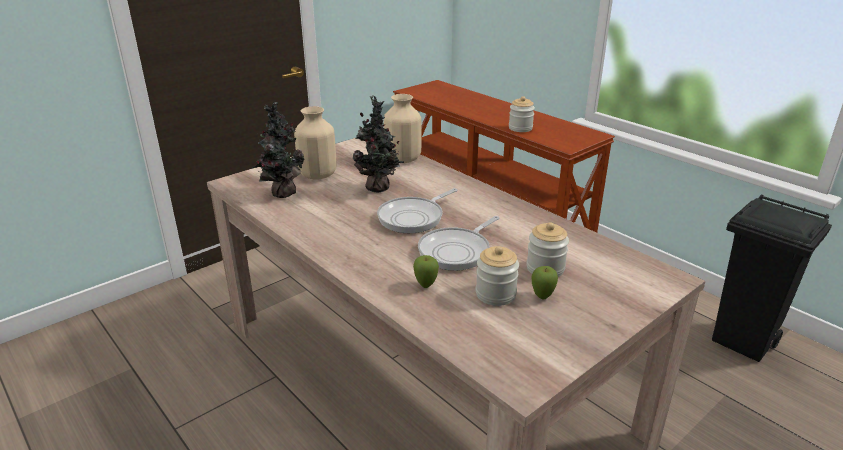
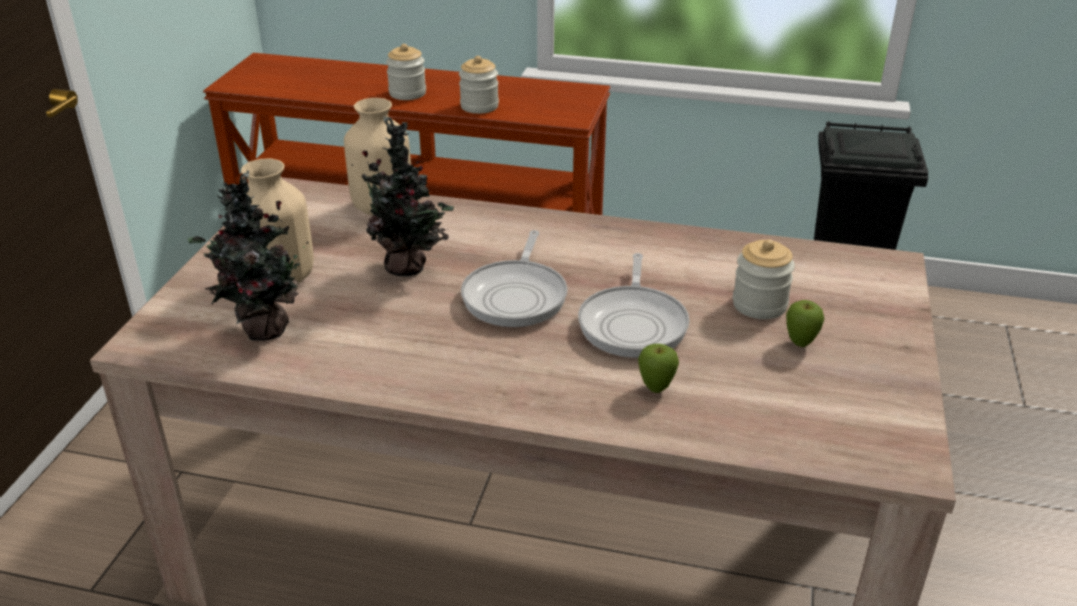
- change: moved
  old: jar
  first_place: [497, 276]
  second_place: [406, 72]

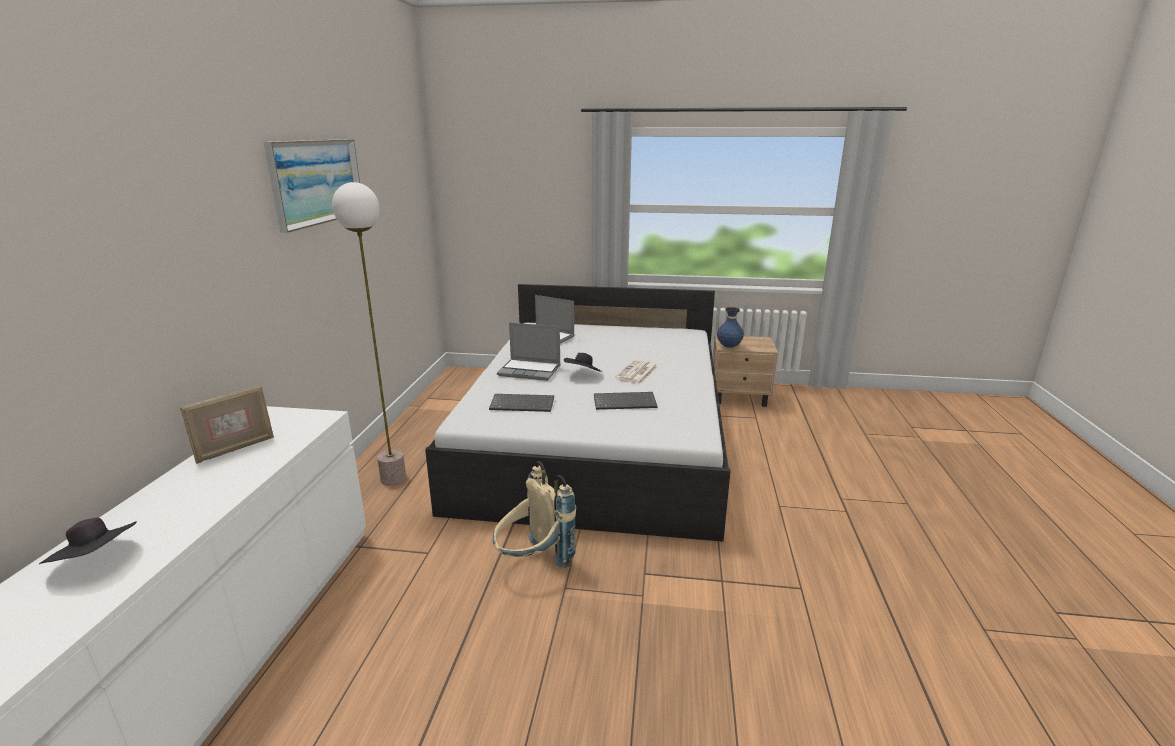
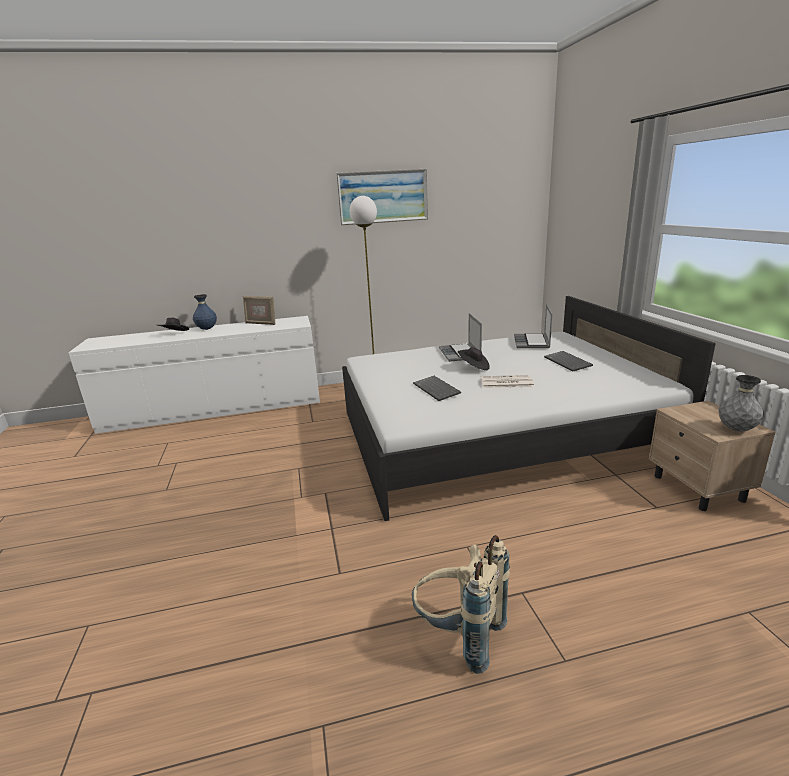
- change: moved
  old: blue-coloured flower vase
  first_place: [730, 327]
  second_place: [205, 312]
- change: moved
  old: beige knapsack
  first_place: [534, 514]
  second_place: [461, 604]
- change: moved
  old: keyboard
  first_place: [521, 403]
  second_place: [568, 361]
- change: added
  new: grey flower vase
  second_place: [741, 403]

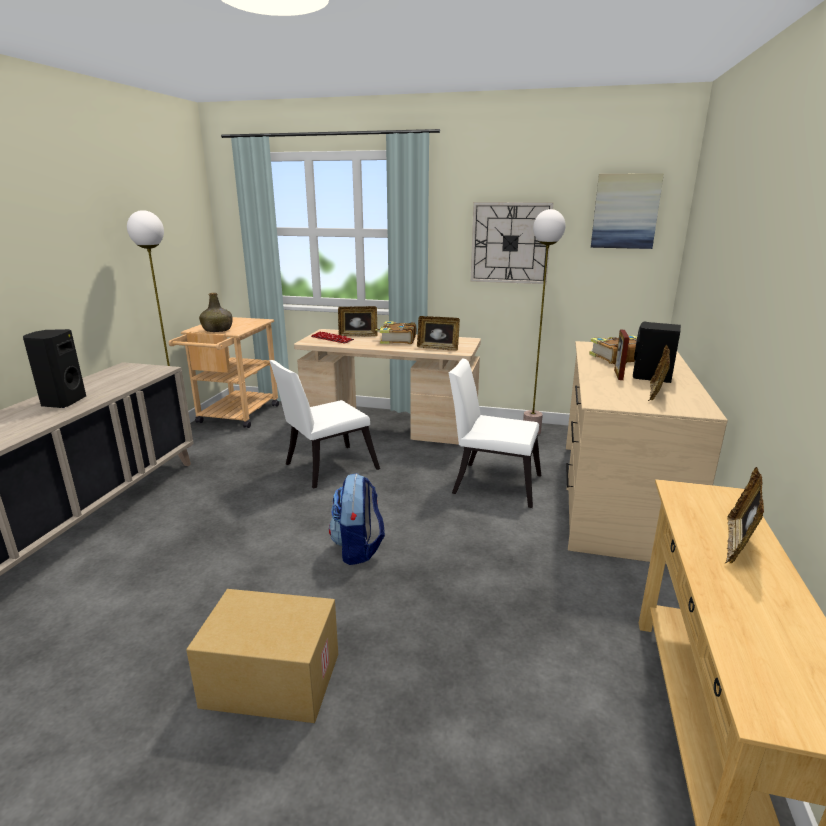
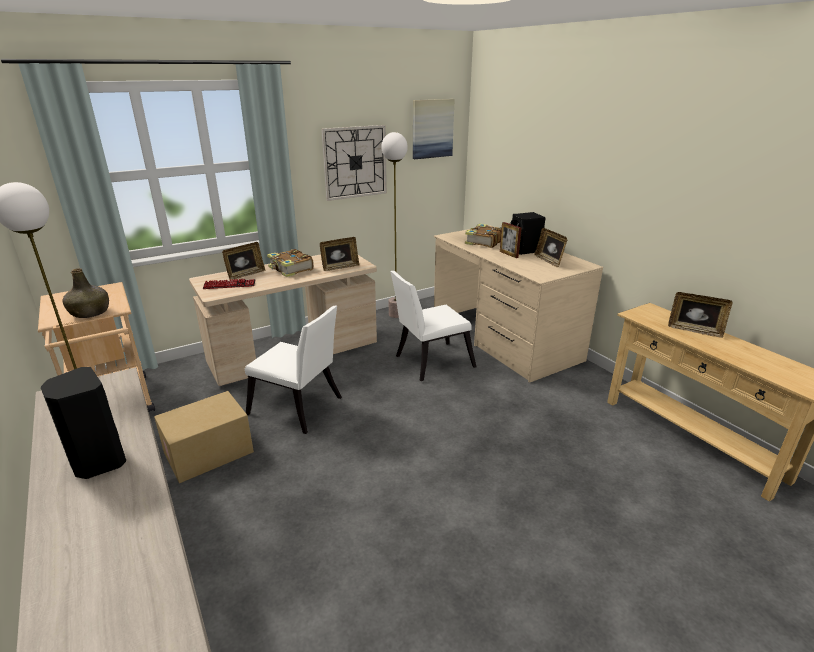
- change: moved
  old: carton
  first_place: [262, 656]
  second_place: [204, 437]
- change: turned
  old: white plain chair
  first_place: [324, 424]
  second_place: [293, 370]
  degrees: -75
- change: turned
  old: standing frame
  first_place: [745, 515]
  second_place: [700, 315]
  degrees: -45
- change: removed
  old: knapsack
  first_place: [357, 519]

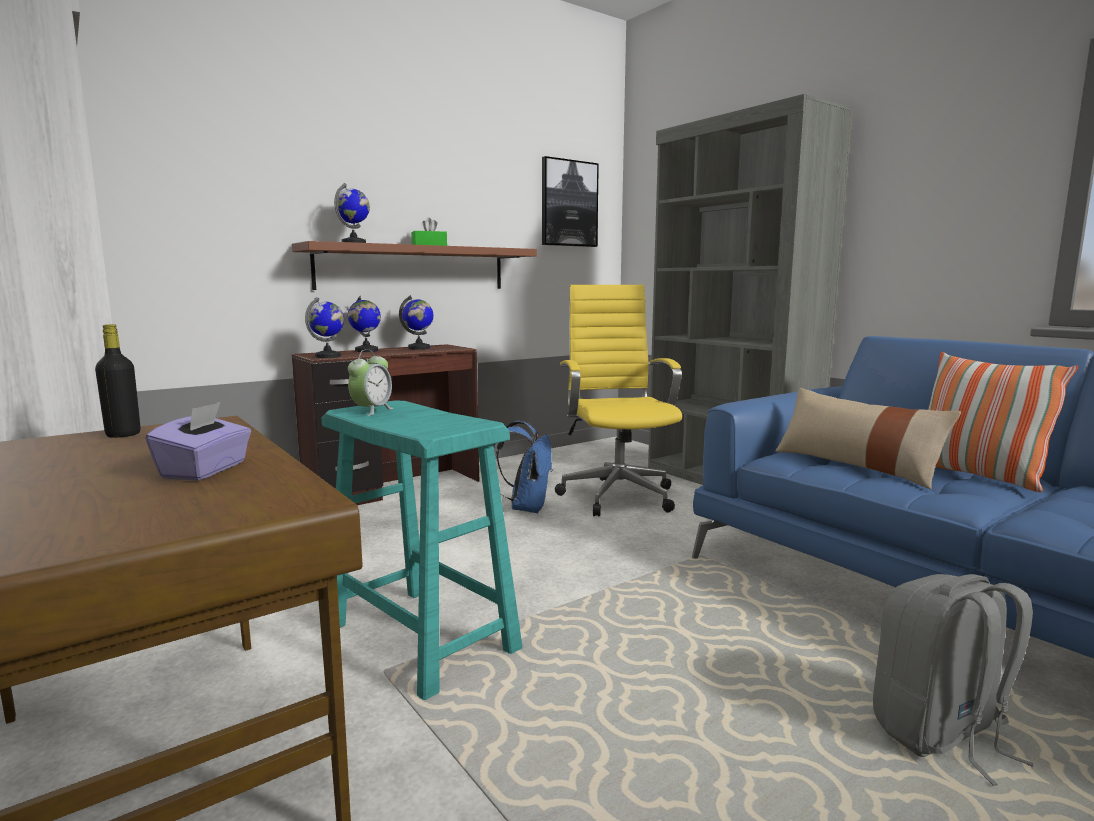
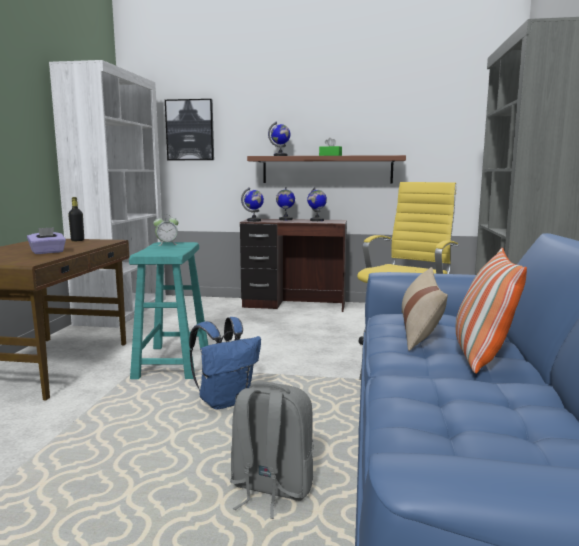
- change: moved
  old: wall art
  first_place: [570, 201]
  second_place: [189, 129]
- change: moved
  old: blue-coloured knapsack
  first_place: [523, 467]
  second_place: [225, 363]

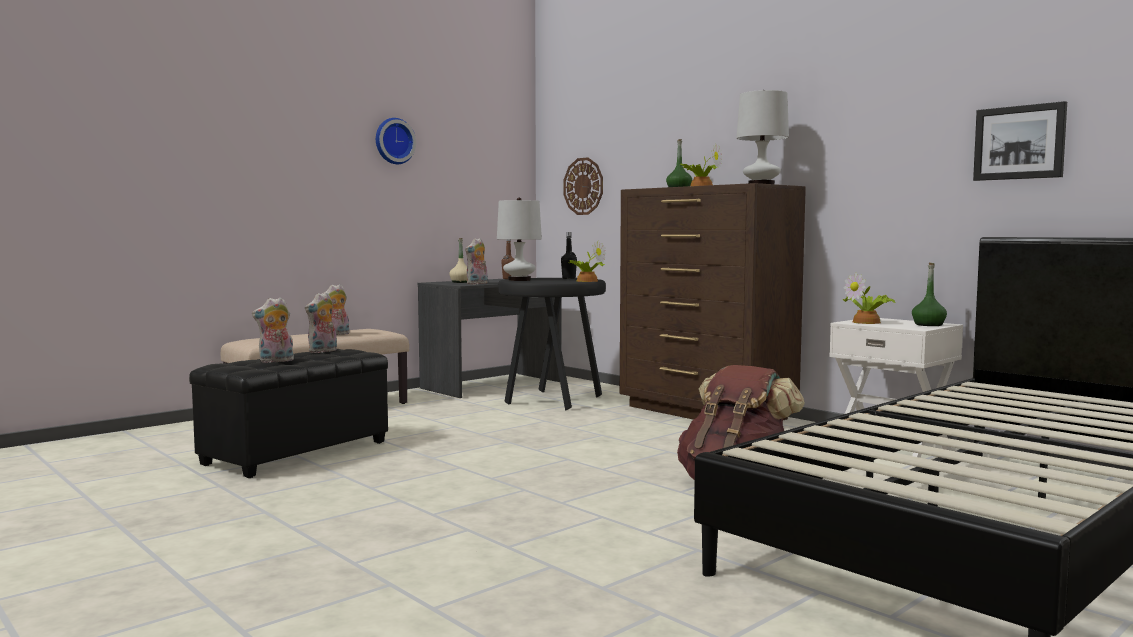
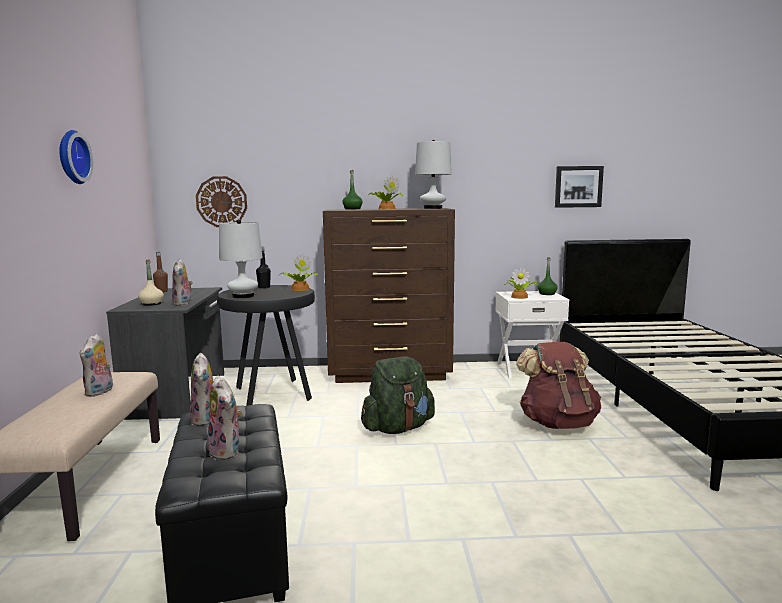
- change: turned
  old: plush toy
  first_place: [273, 330]
  second_place: [224, 417]
  degrees: -45
- change: added
  new: green-coloured knapsack
  second_place: [398, 395]

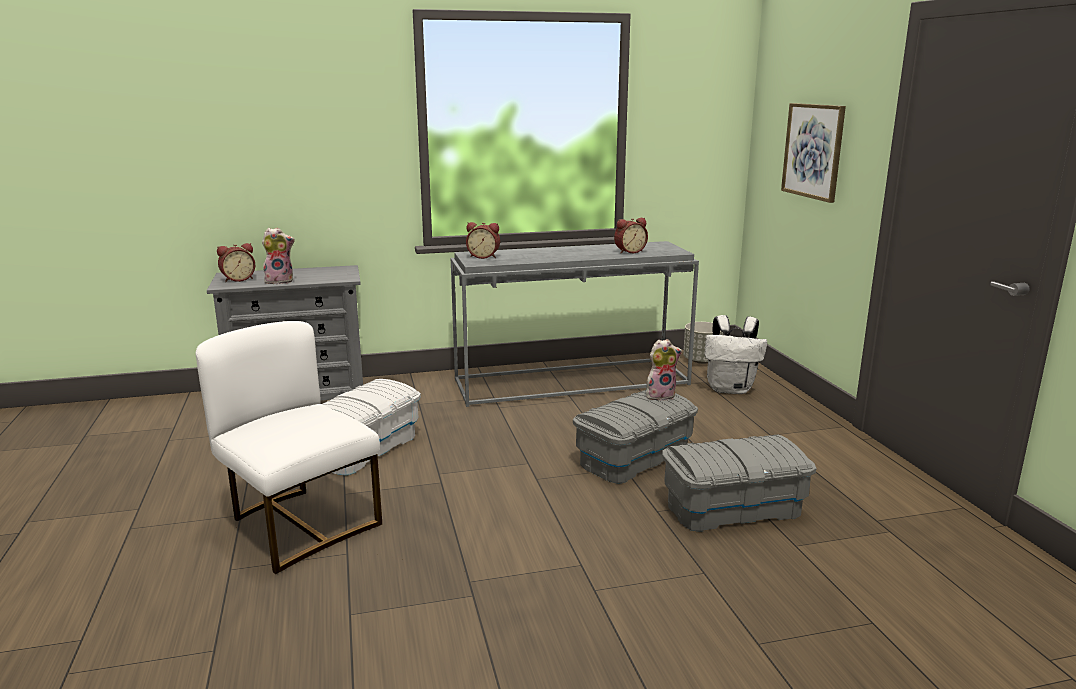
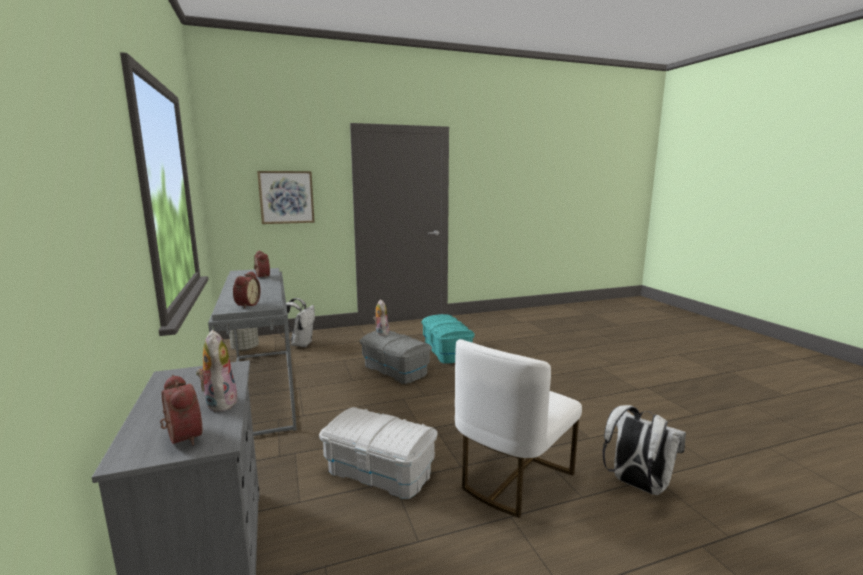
- change: recoloured
  old: grey storage bin
  new: turquoise storage bin
  first_place: [740, 483]
  second_place: [448, 339]
- change: added
  new: white knapsack
  second_place: [644, 450]

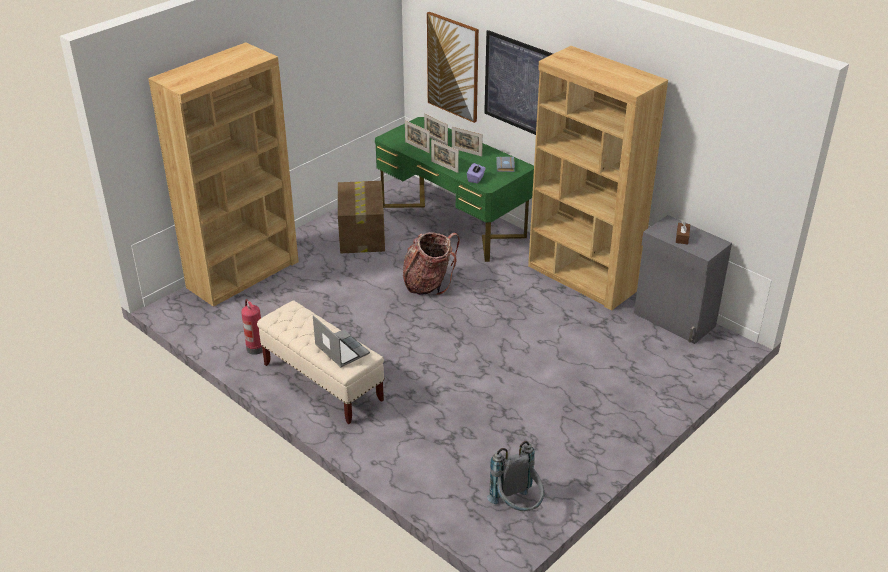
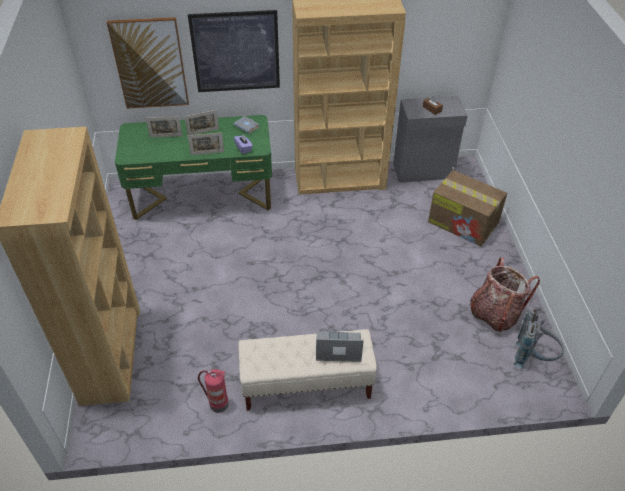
- change: moved
  old: carton
  first_place: [361, 217]
  second_place: [467, 208]
- change: moved
  old: knapsack
  first_place: [431, 263]
  second_place: [505, 294]
- change: removed
  old: standing frame
  first_place: [417, 136]

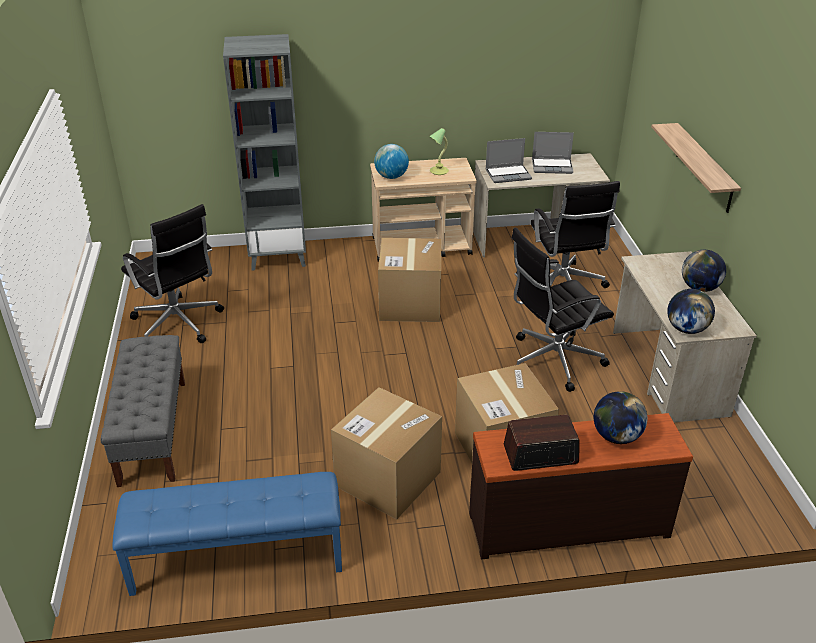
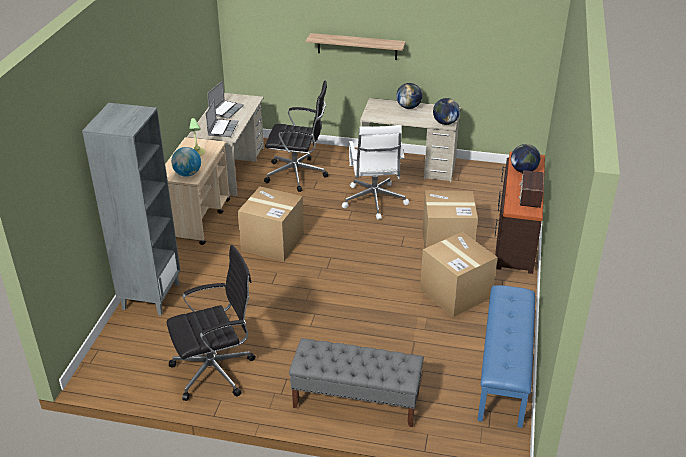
- change: recoloured
  old: blackish office chair
  new: white office chair
  first_place: [562, 310]
  second_place: [375, 172]

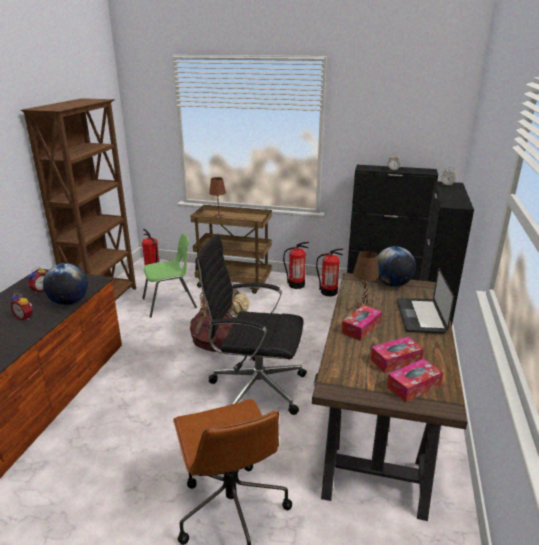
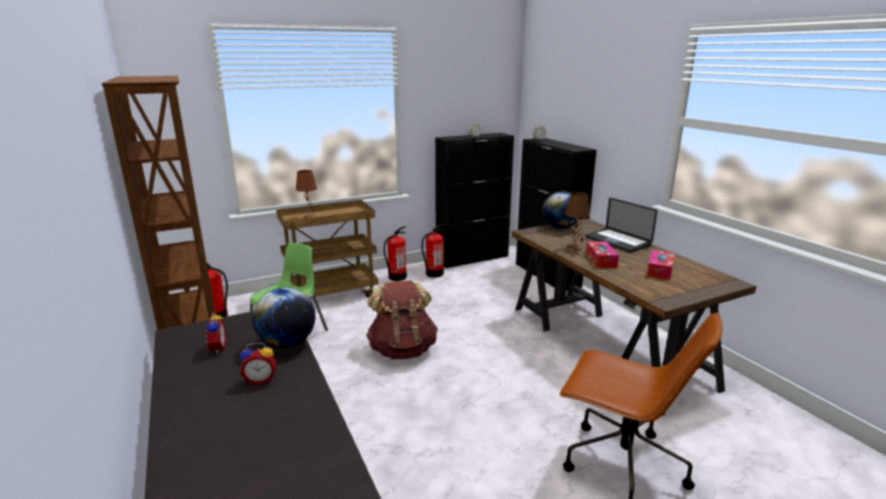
- change: removed
  old: blackish office chair
  first_place: [251, 324]
- change: removed
  old: tissue box
  first_place: [415, 380]

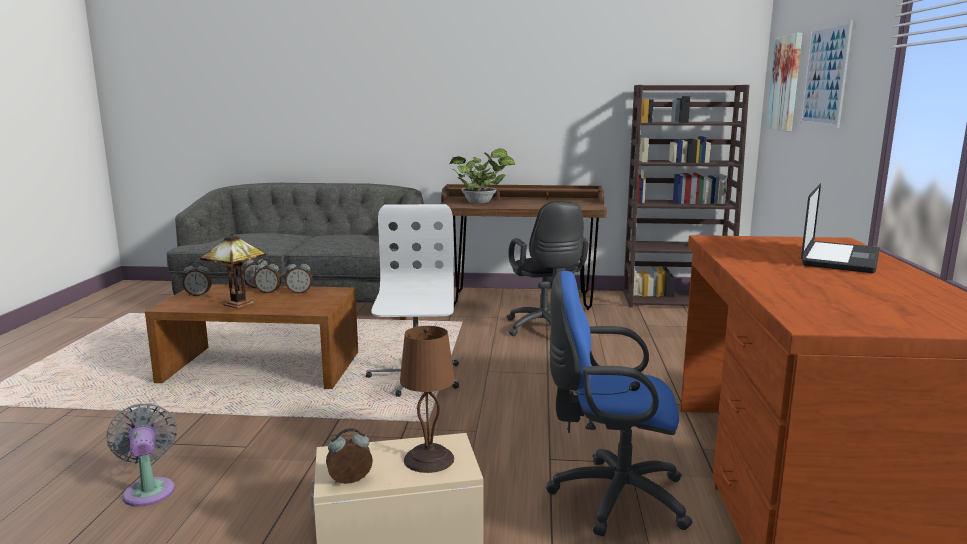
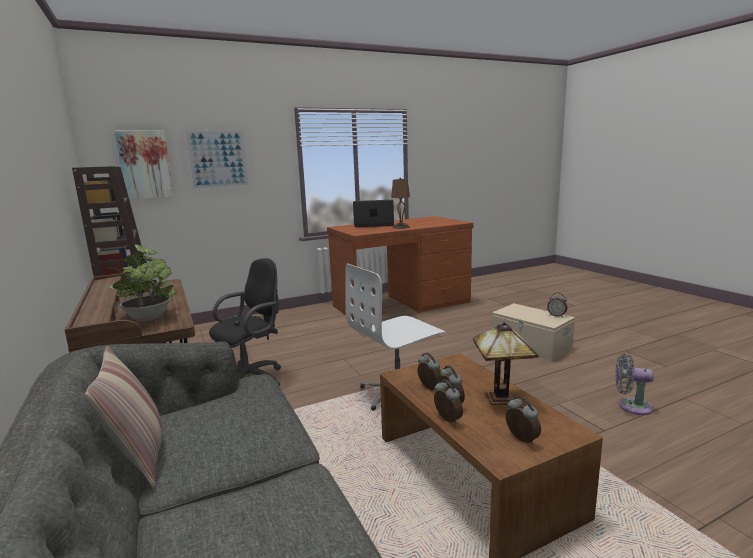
- change: added
  new: pillow
  second_place: [123, 417]
- change: moved
  old: brownish tabletop lamp
  first_place: [427, 399]
  second_place: [400, 203]
- change: turned
  old: grey fan
  first_place: [141, 455]
  second_place: [634, 384]
  degrees: 75
- change: removed
  old: blue-coloured office chair
  first_place: [619, 404]

